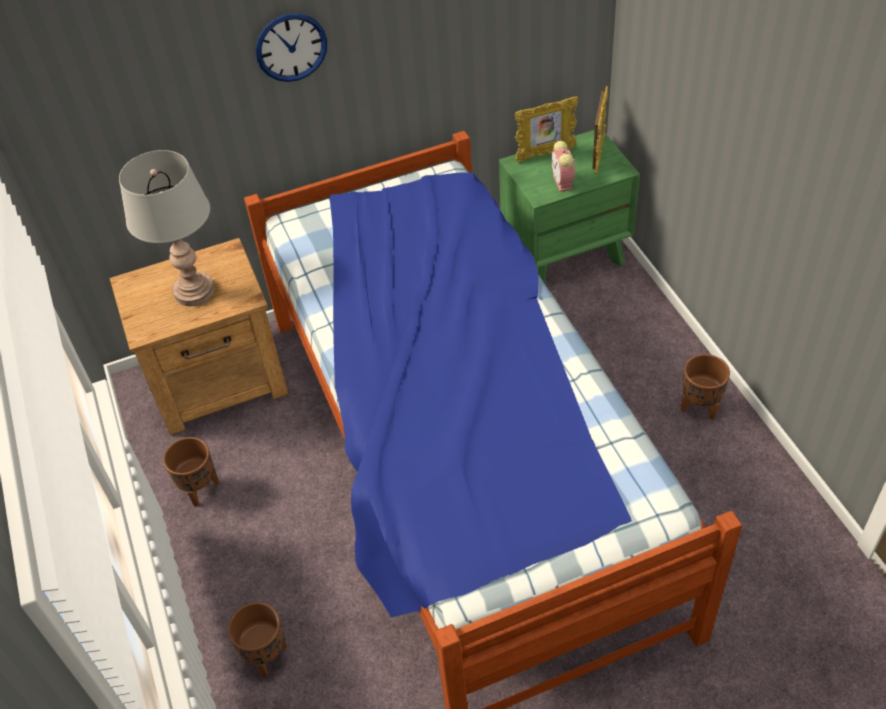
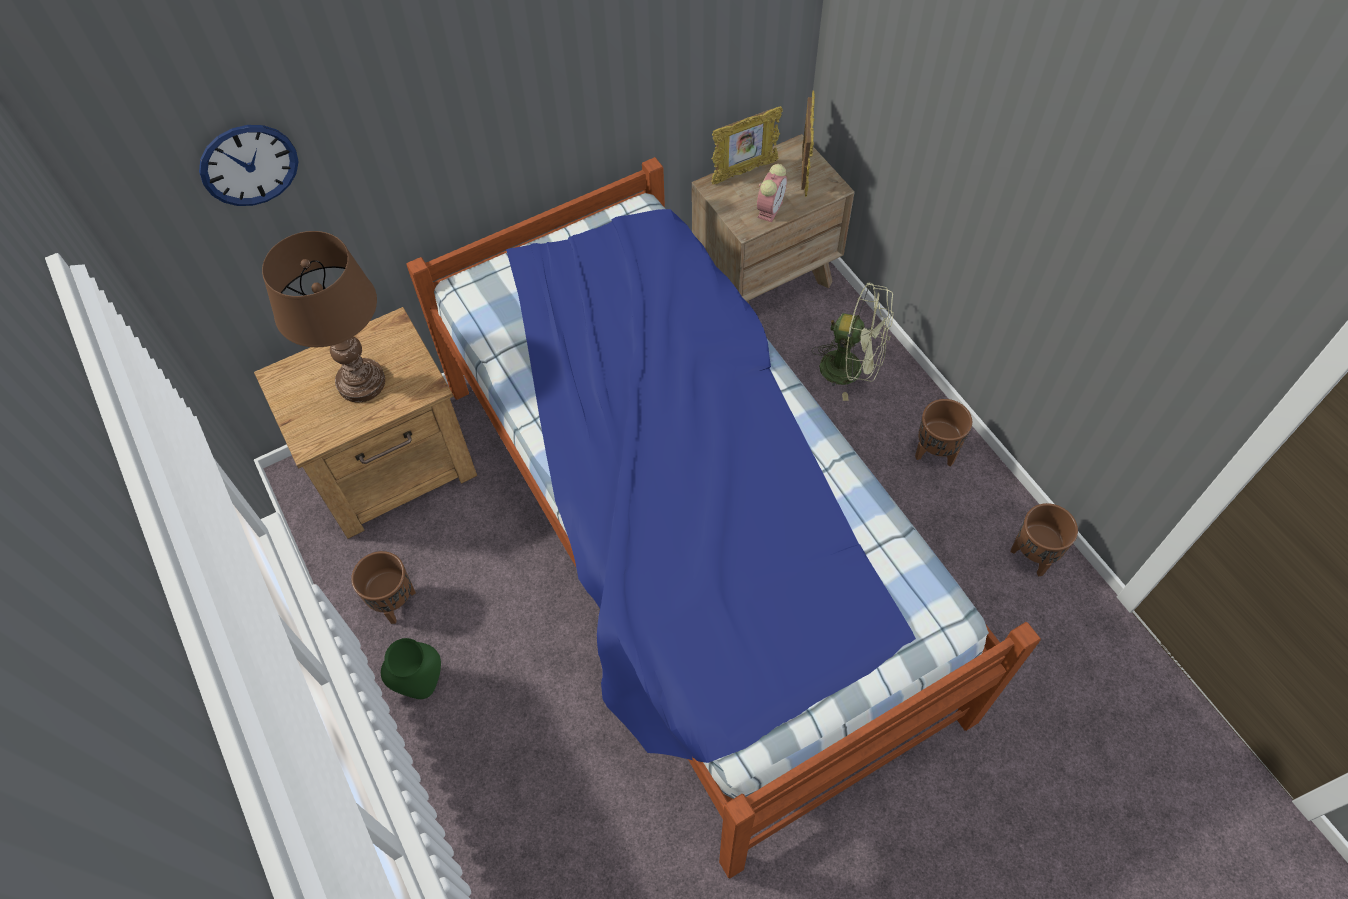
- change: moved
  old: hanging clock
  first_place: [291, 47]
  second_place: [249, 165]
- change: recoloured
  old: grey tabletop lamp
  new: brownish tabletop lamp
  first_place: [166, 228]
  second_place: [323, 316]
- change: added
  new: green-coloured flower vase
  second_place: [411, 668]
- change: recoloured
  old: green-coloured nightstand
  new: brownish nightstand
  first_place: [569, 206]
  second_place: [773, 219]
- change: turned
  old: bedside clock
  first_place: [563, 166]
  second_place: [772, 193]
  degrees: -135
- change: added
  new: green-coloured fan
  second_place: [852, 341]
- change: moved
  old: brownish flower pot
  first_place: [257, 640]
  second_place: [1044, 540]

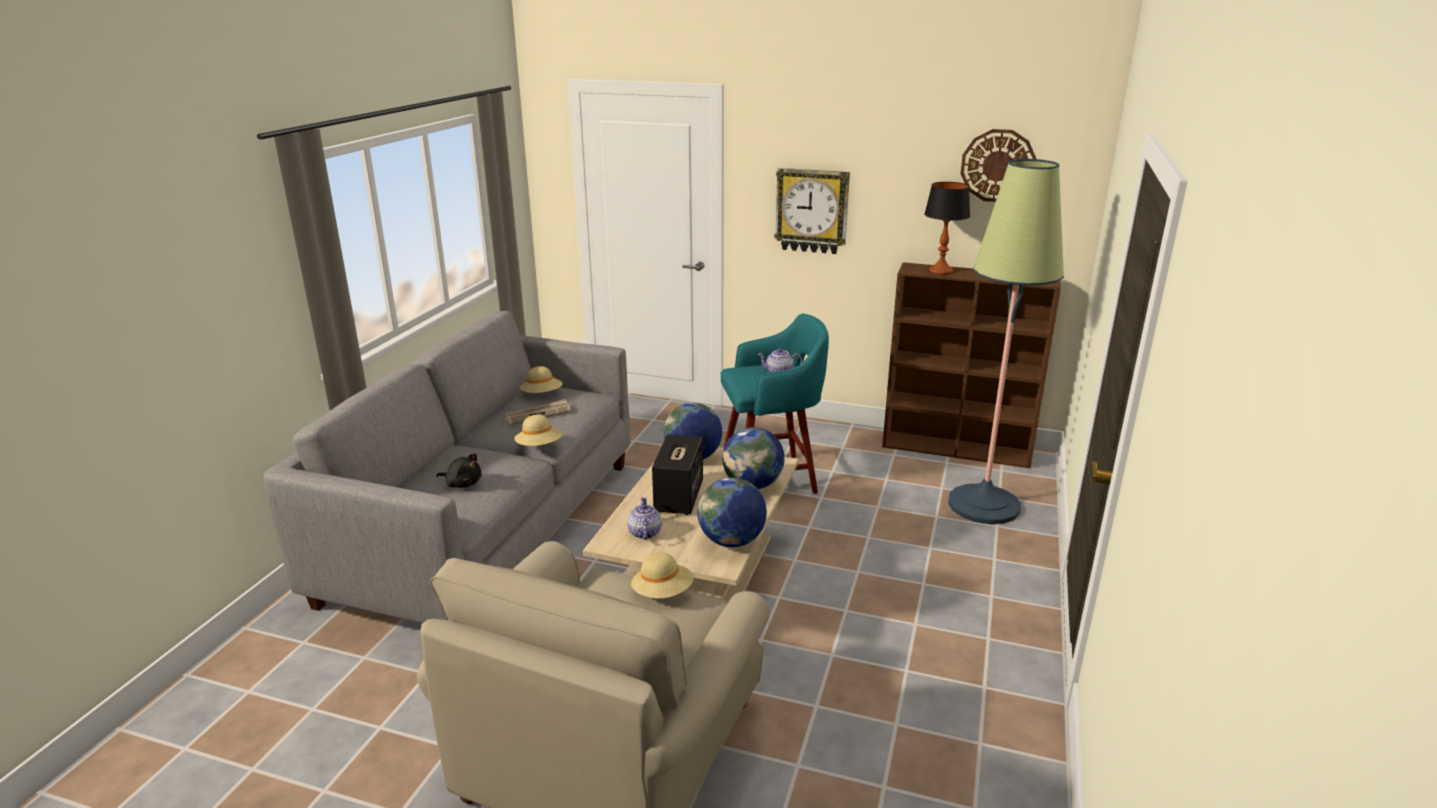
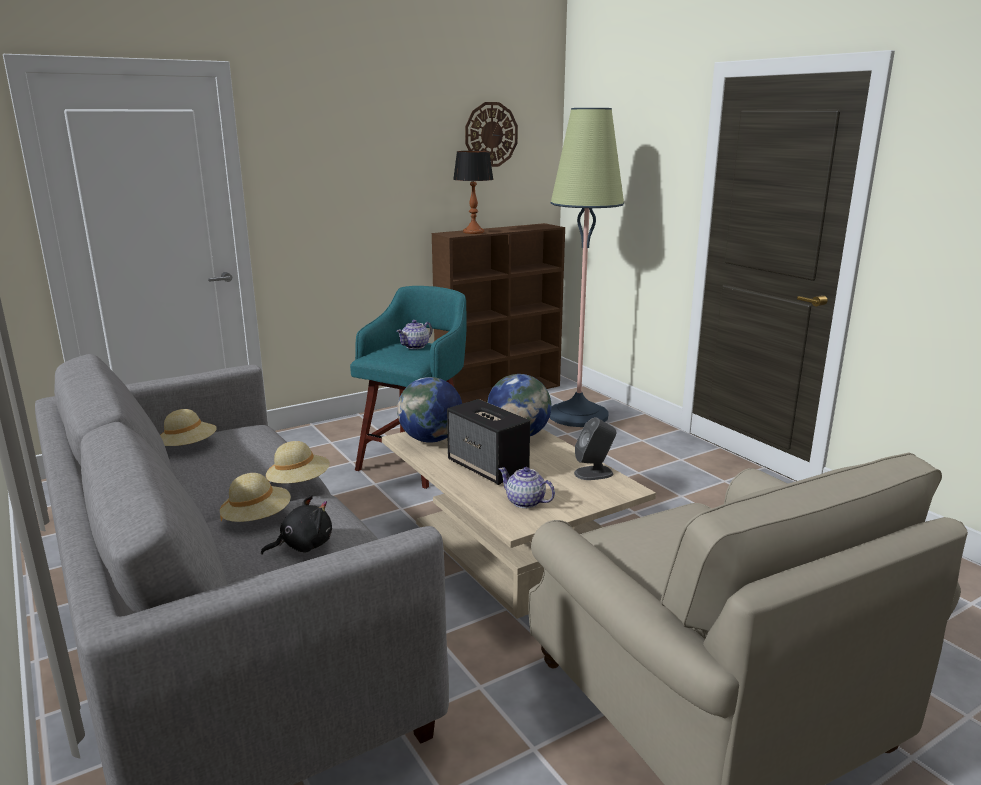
- change: moved
  old: beige clothing hat
  first_place: [662, 575]
  second_place: [255, 497]
- change: replaced
  old: world globe
  new: grey audio speaker
  first_place: [732, 512]
  second_place: [595, 448]
- change: removed
  old: daily paper
  first_place: [537, 412]
- change: removed
  old: hanging clock
  first_place: [812, 211]

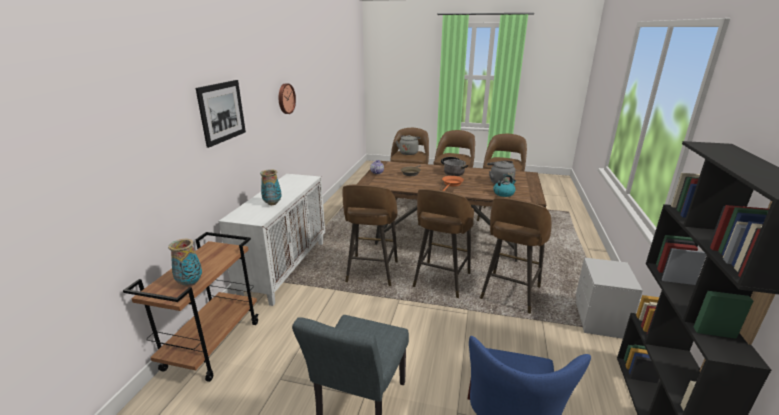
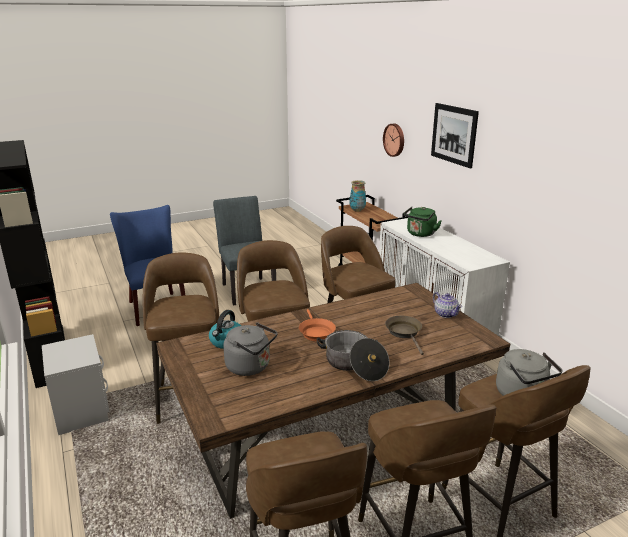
- change: moved
  old: hanging clock
  first_place: [287, 98]
  second_place: [393, 140]
- change: replaced
  old: flower vase
  new: green-coloured water kettle
  first_place: [271, 187]
  second_place: [422, 221]

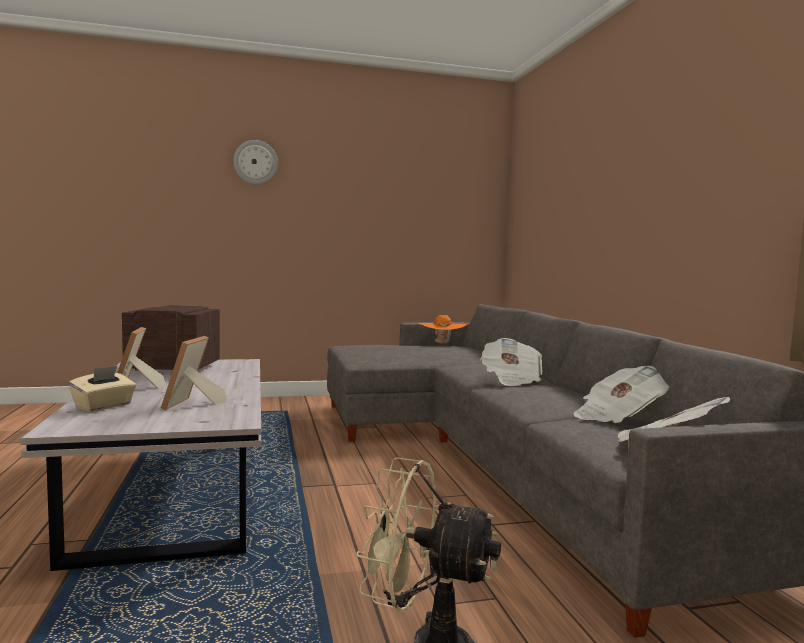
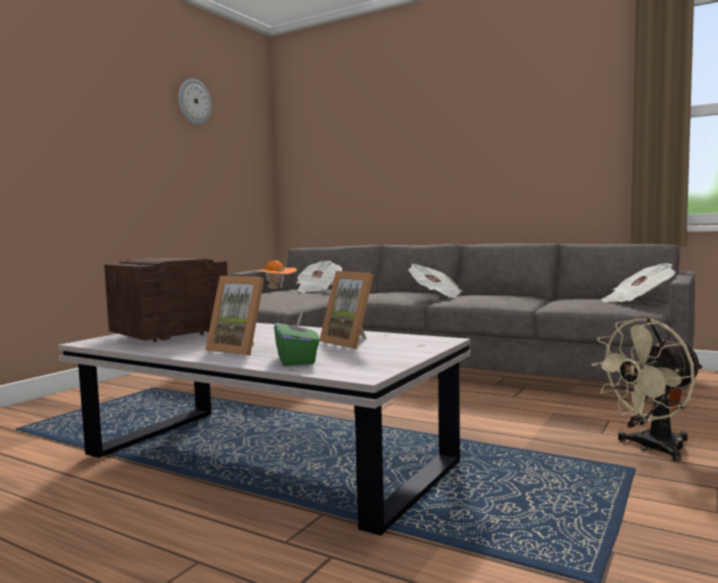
- change: moved
  old: hanging clock
  first_place: [256, 162]
  second_place: [195, 102]
- change: recoloured
  old: beige tissue box
  new: green-coloured tissue box
  first_place: [102, 389]
  second_place: [296, 338]
- change: moved
  old: daily paper
  first_place: [621, 394]
  second_place: [319, 277]

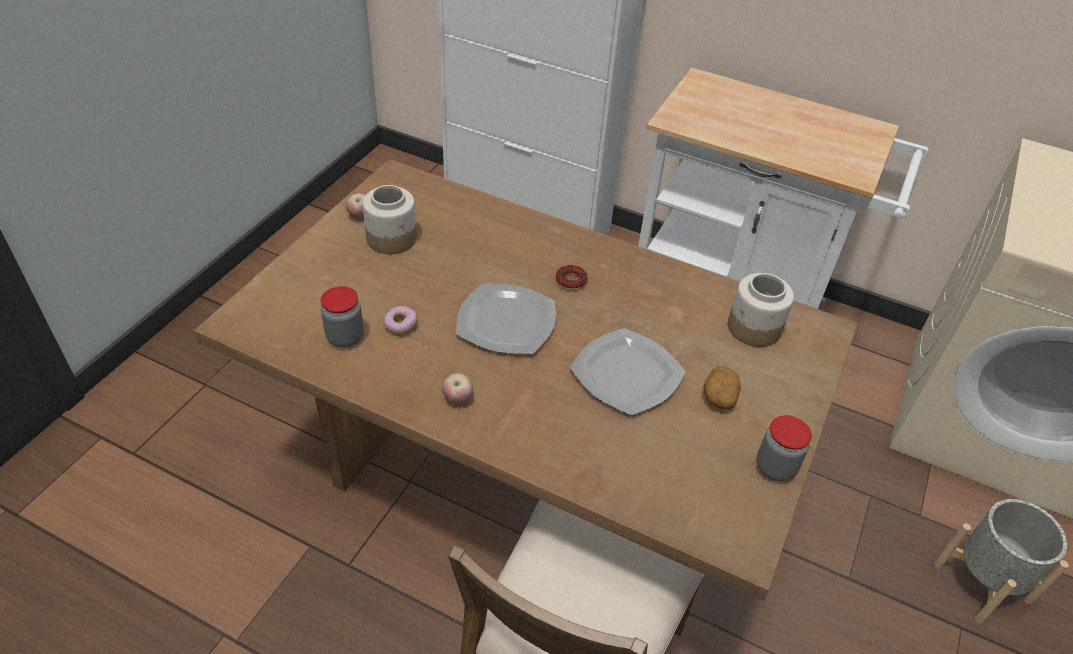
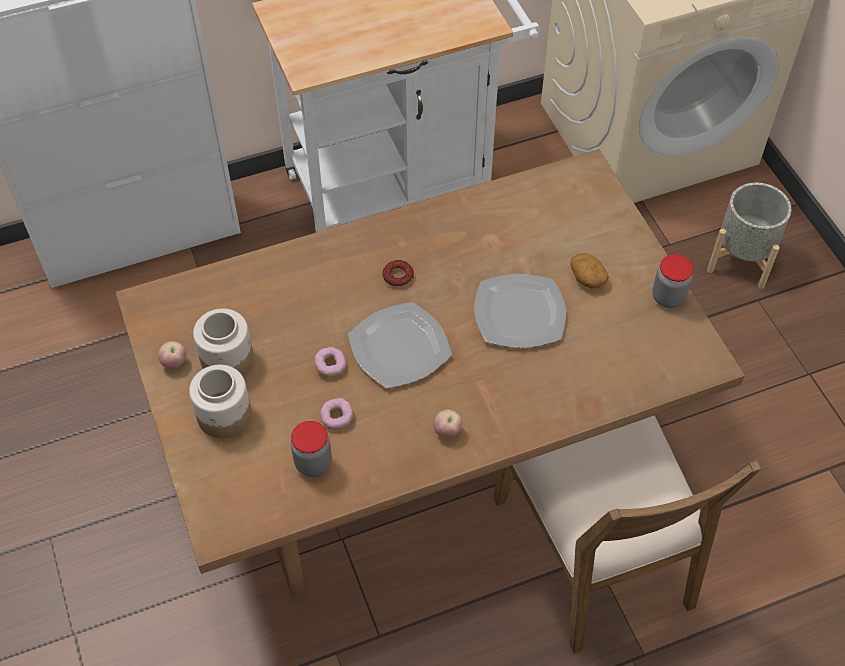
- change: moved
  old: jar
  first_place: [761, 310]
  second_place: [220, 401]
- change: added
  new: ring doughnut
  second_place: [330, 362]

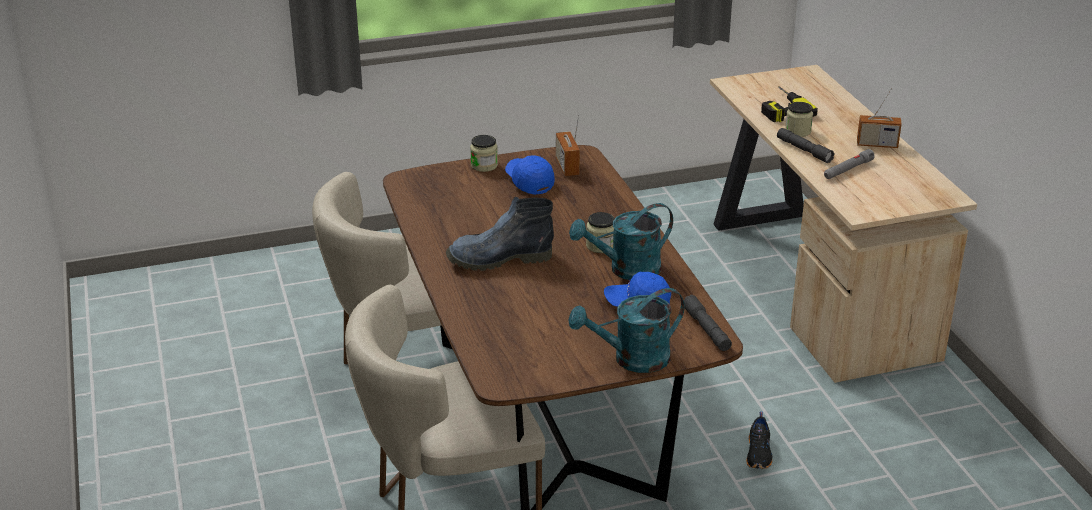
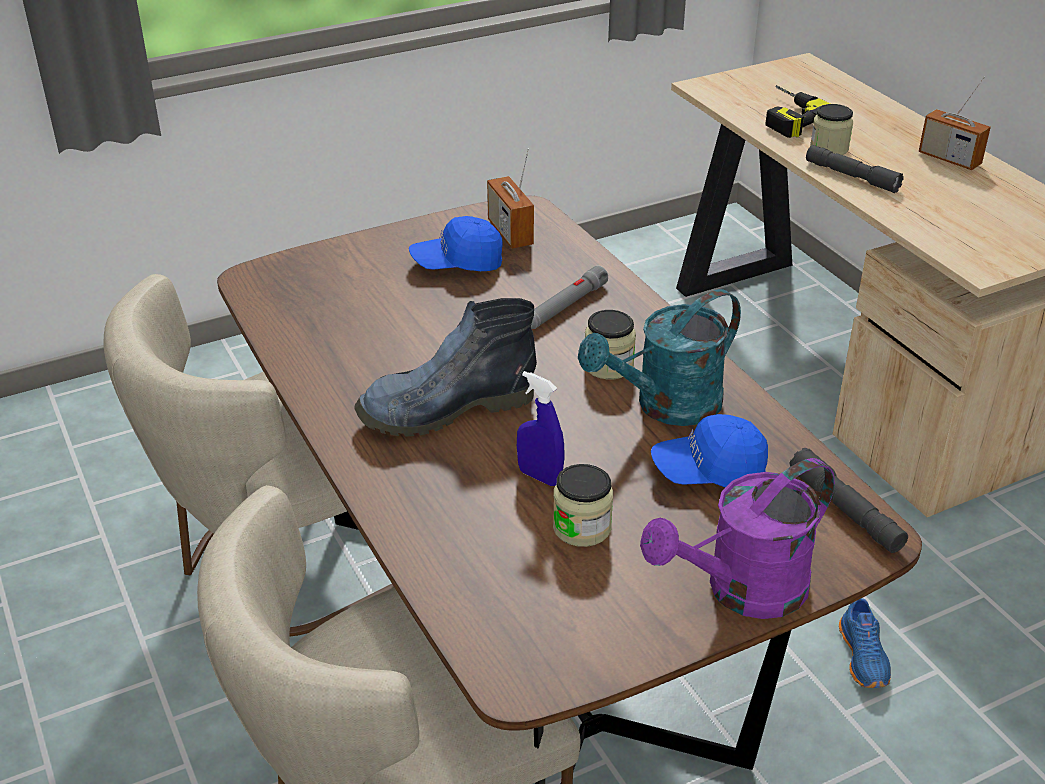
- change: turned
  old: blue-coloured peaked cap
  first_place: [530, 175]
  second_place: [456, 244]
  degrees: -60
- change: added
  new: blue-coloured hand sprayer
  second_place: [541, 428]
- change: moved
  old: grey hand torch
  first_place: [849, 164]
  second_place: [569, 297]
- change: moved
  old: jar
  first_place: [484, 153]
  second_place: [583, 505]
- change: recoloured
  old: turquoise watering pot
  new: purple watering pot
  first_place: [627, 330]
  second_place: [737, 538]
- change: recoloured
  old: blackish low shoe
  new: blue-coloured low shoe
  first_place: [759, 440]
  second_place: [865, 643]
- change: turned
  old: radio
  first_place: [879, 118]
  second_place: [955, 123]
  degrees: 45

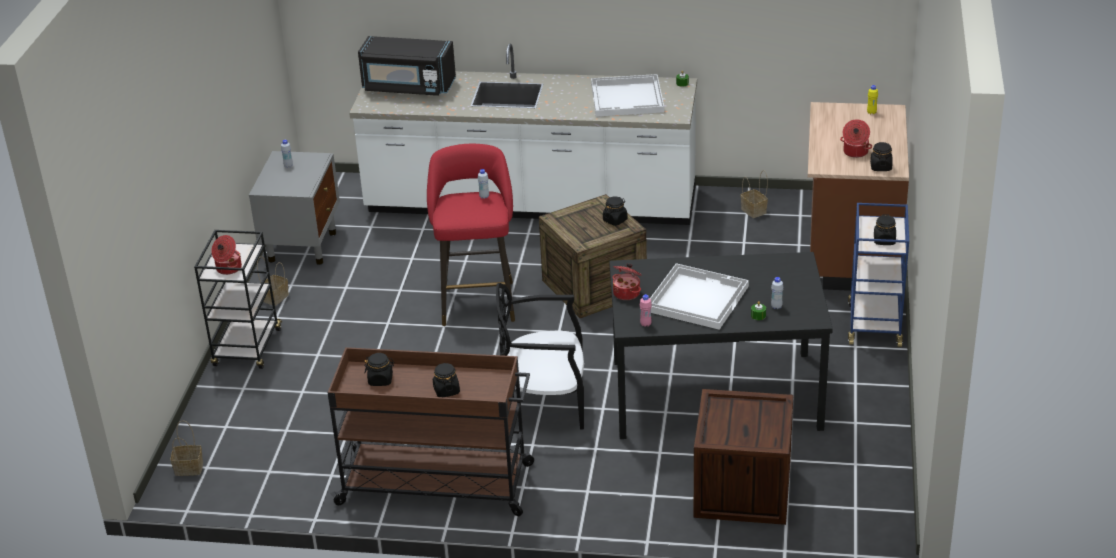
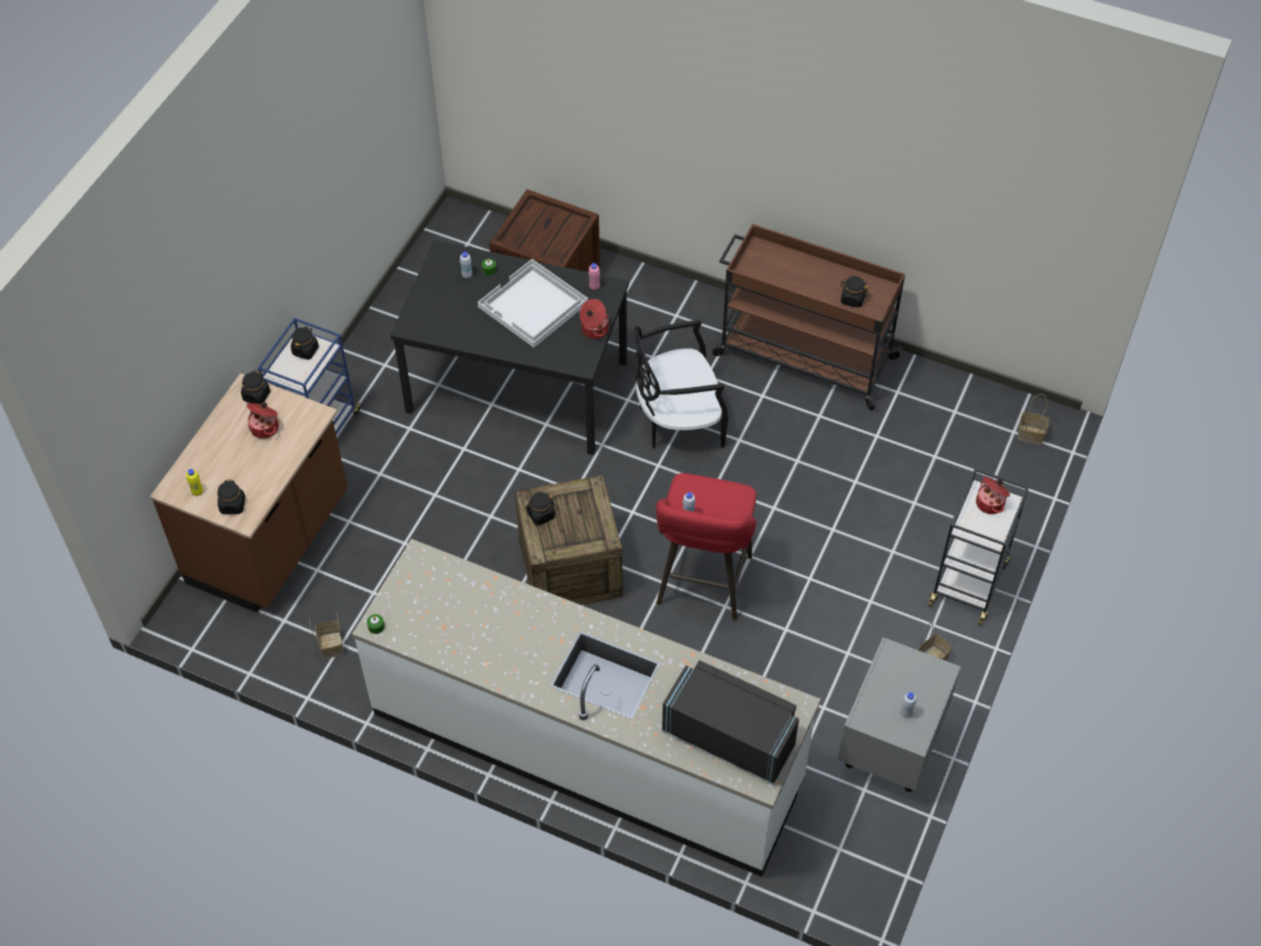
- change: moved
  old: blackish jar
  first_place: [446, 380]
  second_place: [231, 496]
- change: turned
  old: blackish plain chair
  first_place: [540, 356]
  second_place: [681, 383]
  degrees: 150
- change: removed
  old: white tray
  first_place: [627, 95]

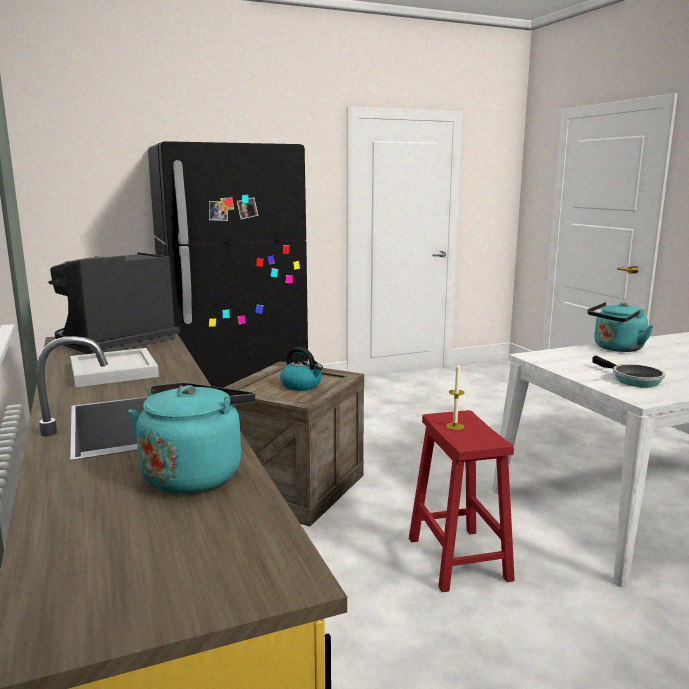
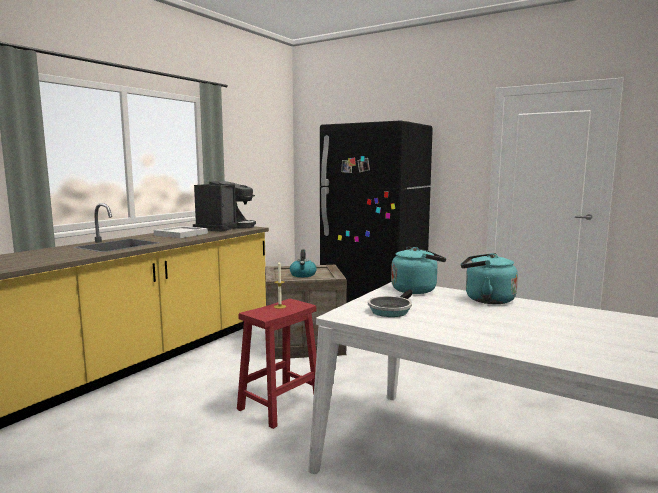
- change: turned
  old: coffee machine
  first_place: [114, 303]
  second_place: [224, 206]
  degrees: 105
- change: moved
  old: turquoise water kettle
  first_place: [191, 437]
  second_place: [418, 270]

